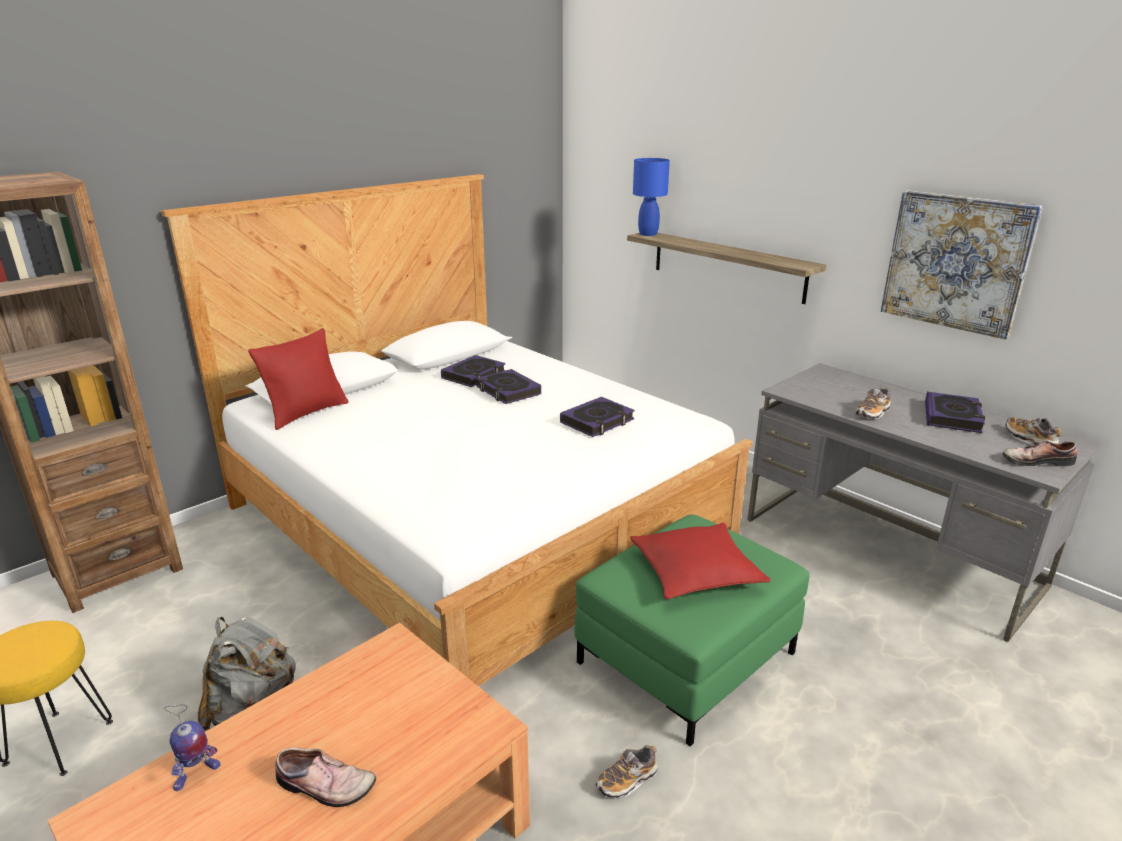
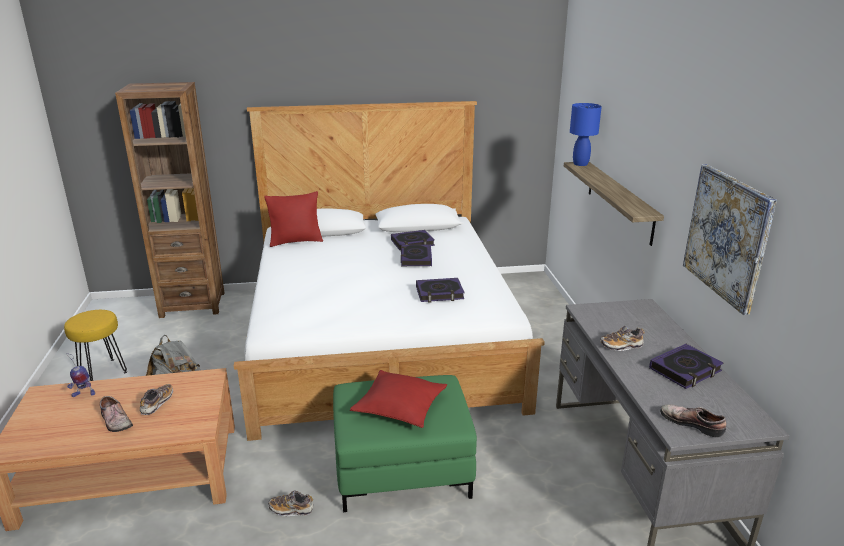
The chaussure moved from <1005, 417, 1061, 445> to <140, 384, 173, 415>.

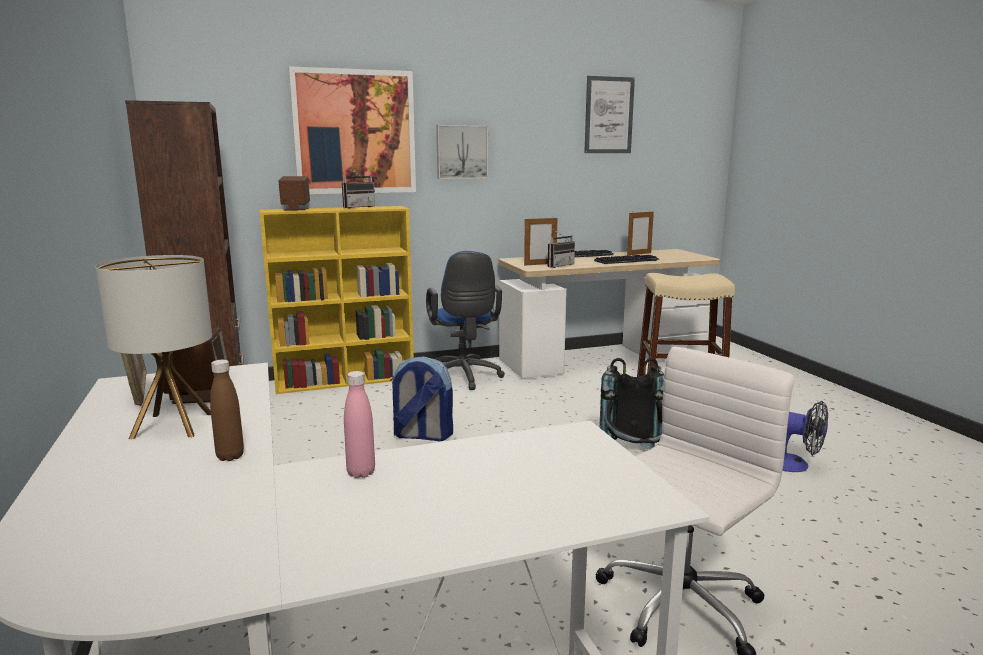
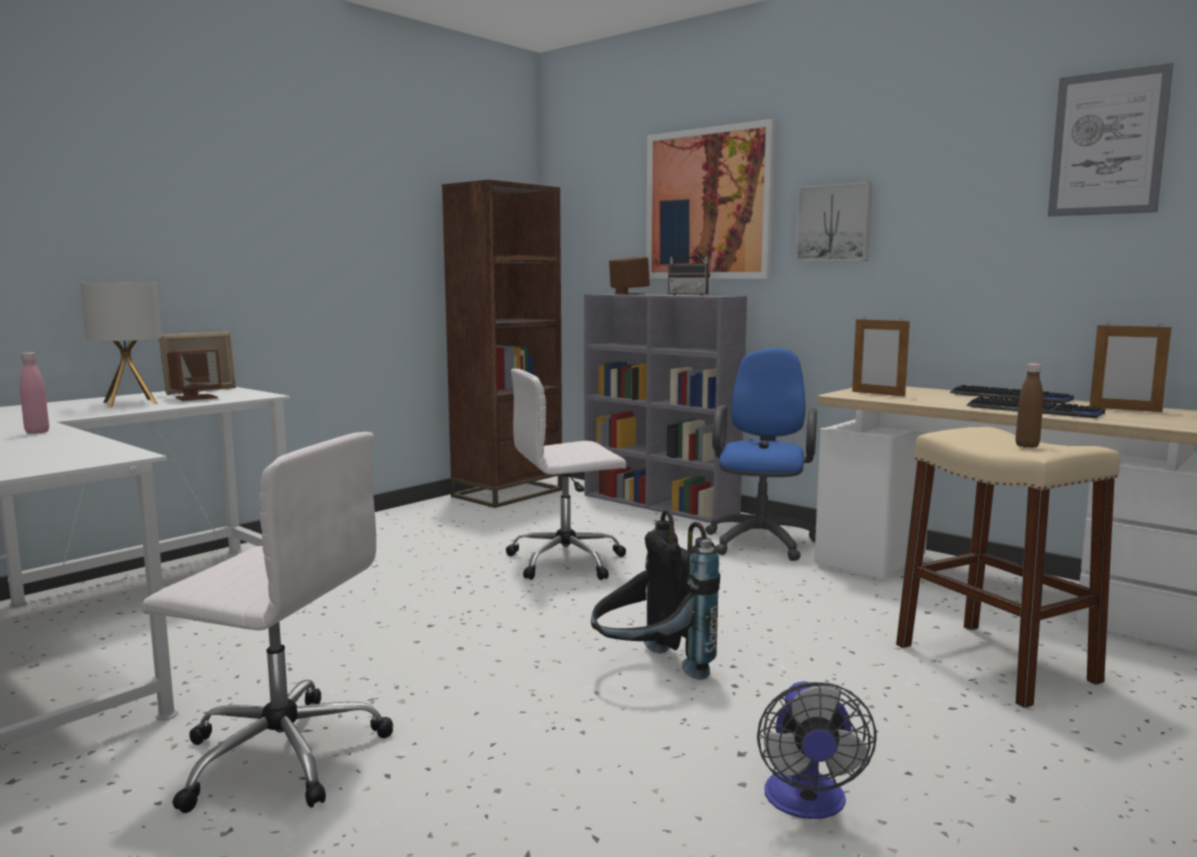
The bibliothèque/jaune at <260, 206, 414, 394> became the bibliothèque/gris at <584, 294, 747, 523>.
The radio at <548, 228, 575, 268> disappeared.
The chaise de bureau/bleu at <426, 251, 505, 390> turned 150 degrees clockwise.
The sac à dos at <390, 356, 453, 441> was replaced by the chaise de bureau/blanc at <506, 369, 626, 580>.
The bouteille/marron moved from <210, 360, 244, 461> to <1015, 363, 1043, 448>.

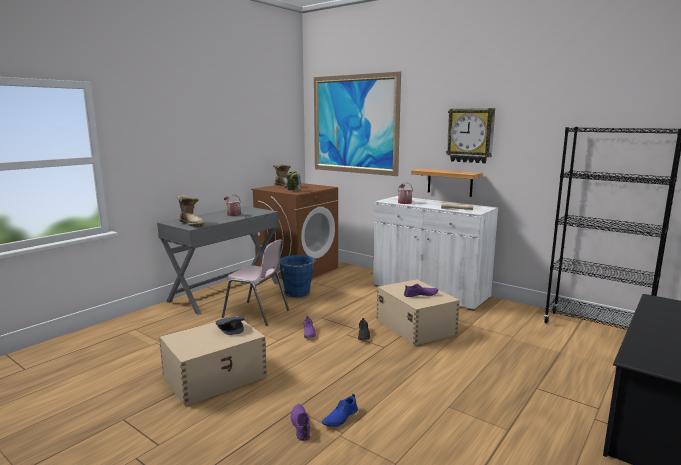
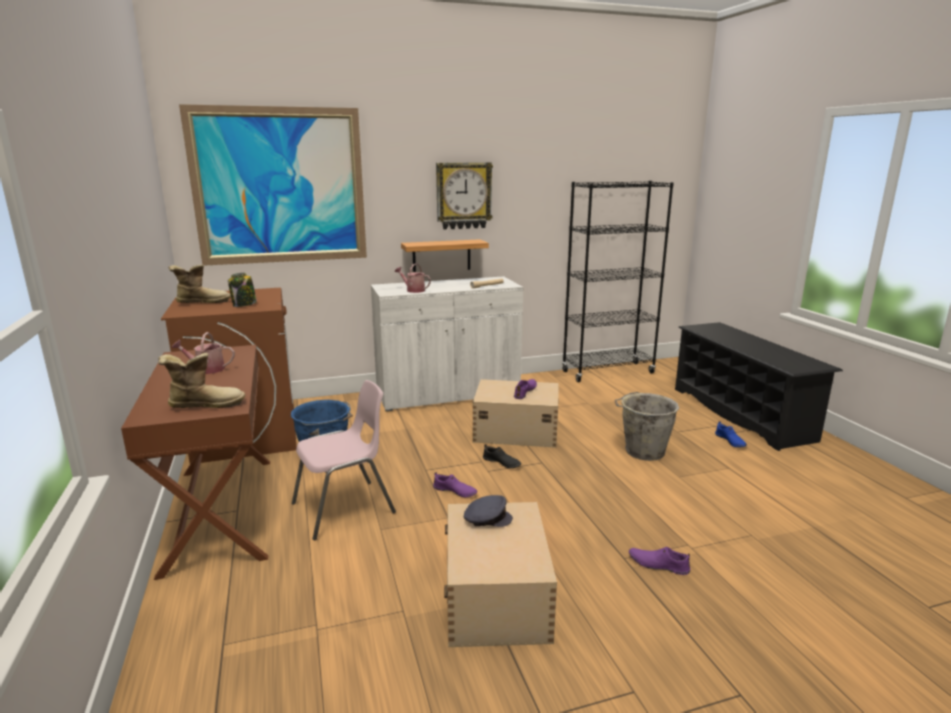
The bureau/gris at <157, 206, 279, 315> became the bureau/marron at <121, 345, 270, 580>.
The chaussure/bleu moved from <322, 394, 358, 427> to <715, 421, 747, 447>.
The seau/gris at <614, 392, 679, 461> appeared.

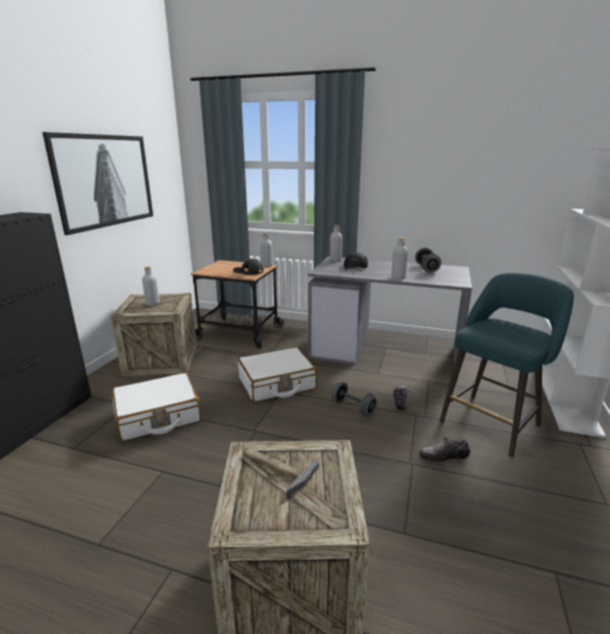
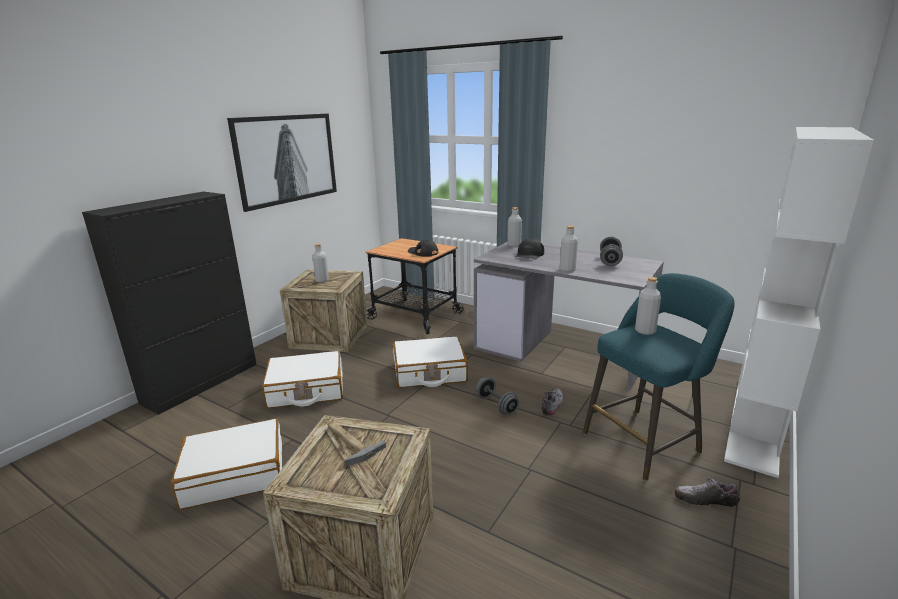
The bouteille/gris moved from <260, 233, 273, 267> to <635, 277, 661, 335>.
The chaussure moved from <420, 437, 470, 462> to <675, 477, 740, 507>.
The valise/blanc at <171, 418, 282, 510> appeared.

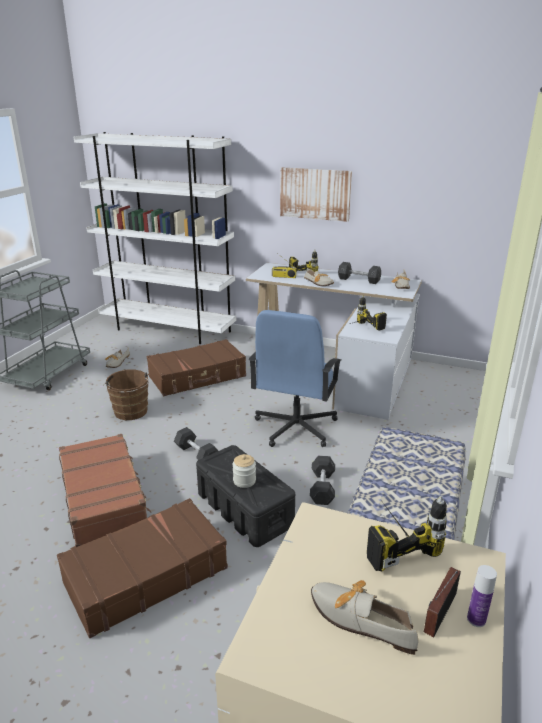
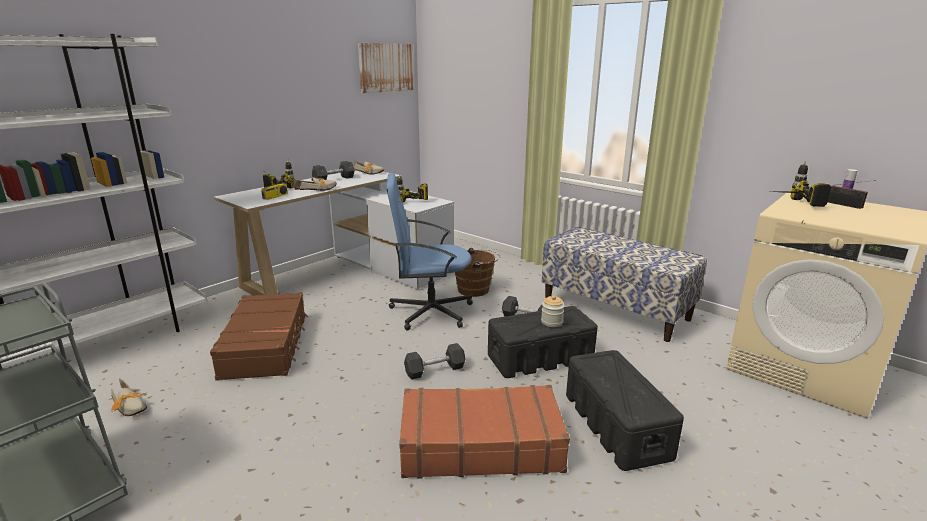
The tableau moved from <280, 167, 352, 222> to <358, 43, 414, 93>.
The chaise de bureau/bleu at <249, 310, 341, 447> turned 135 degrees clockwise.
The seau/marron moved from <103, 369, 150, 420> to <455, 248, 500, 297>.
The valise/marron at <57, 498, 228, 638> was replaced by the boîte de rangement/noir at <566, 350, 684, 471>.
The chaussure at <311, 580, 418, 655> disappeared.

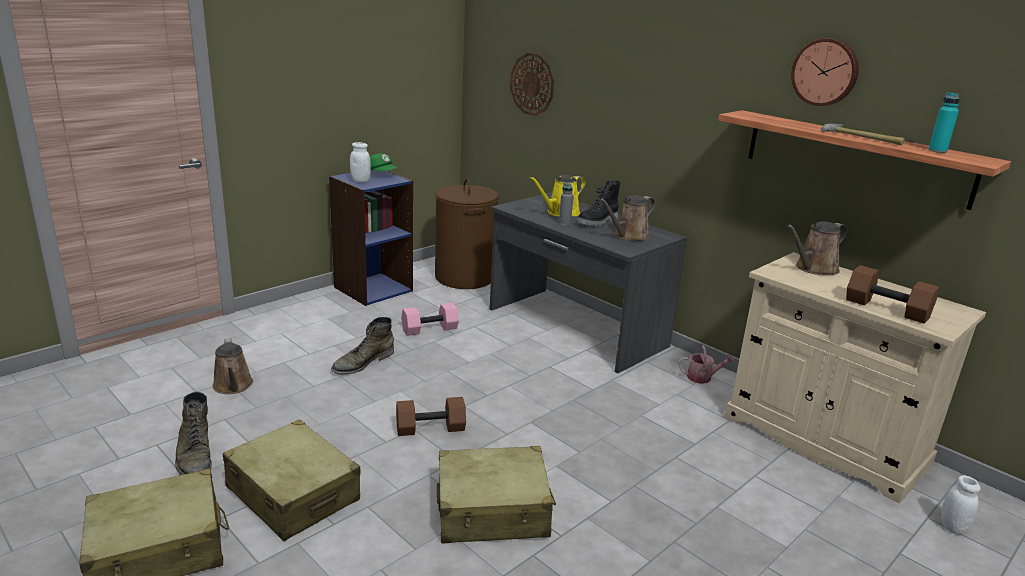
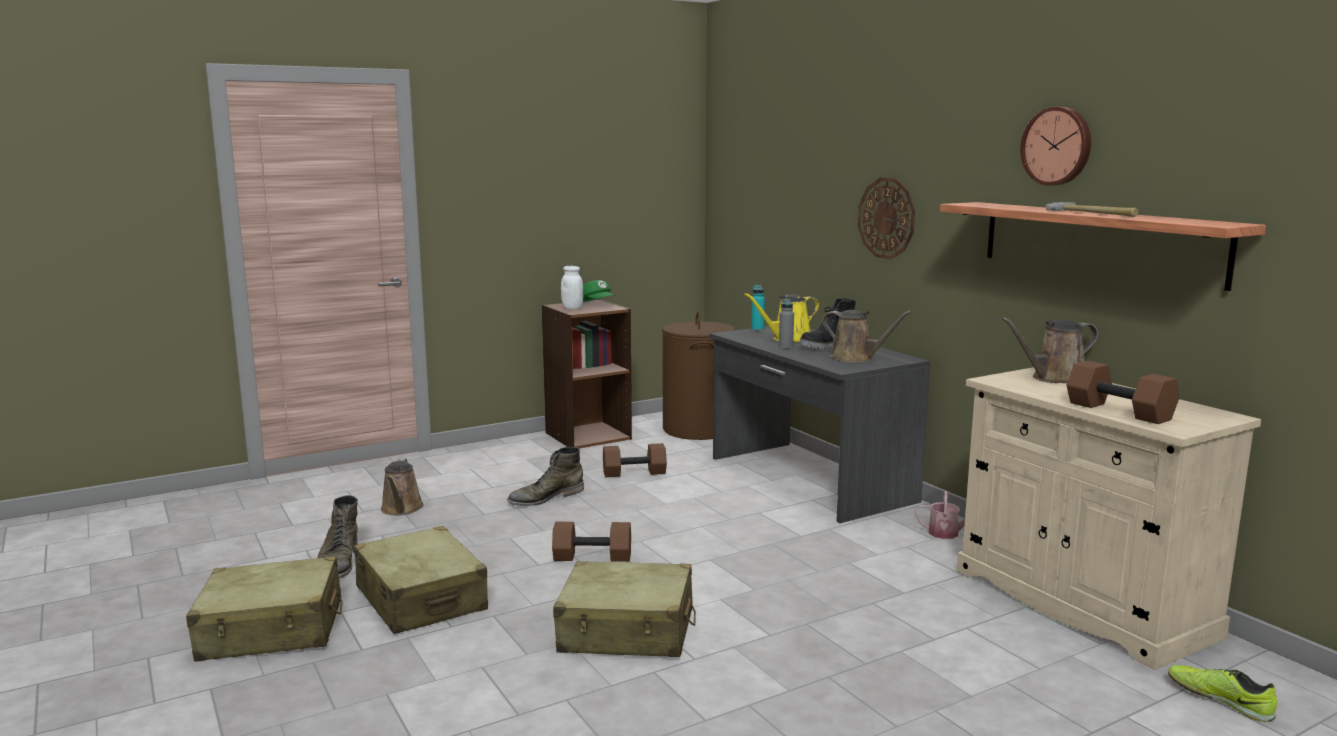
The horloge murale moved from <510, 53, 554, 116> to <858, 177, 915, 259>.
The bouteille/turquoise moved from <928, 92, 960, 153> to <751, 285, 765, 331>.
The bibliothèque/bleu at <329, 170, 413, 306> became the bibliothèque/marron at <542, 299, 632, 449>.
The arrosoir/marron at <599, 195, 655, 241> turned 120 degrees counterclockwise.
The haltère/rose at <401, 303, 459, 336> became the haltère/marron at <603, 443, 667, 477>.
The bocal/blanc at <941, 475, 981, 535> was replaced by the chaussure at <1168, 665, 1277, 722>.

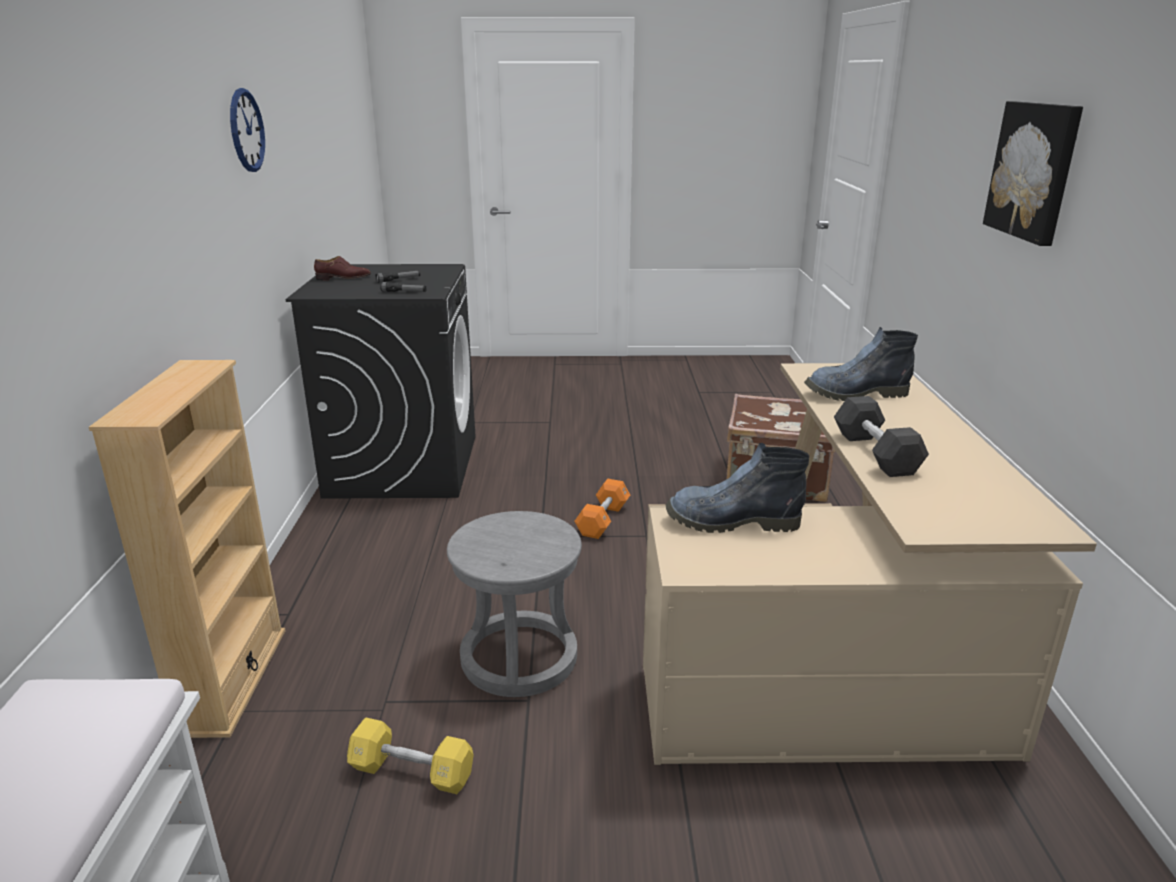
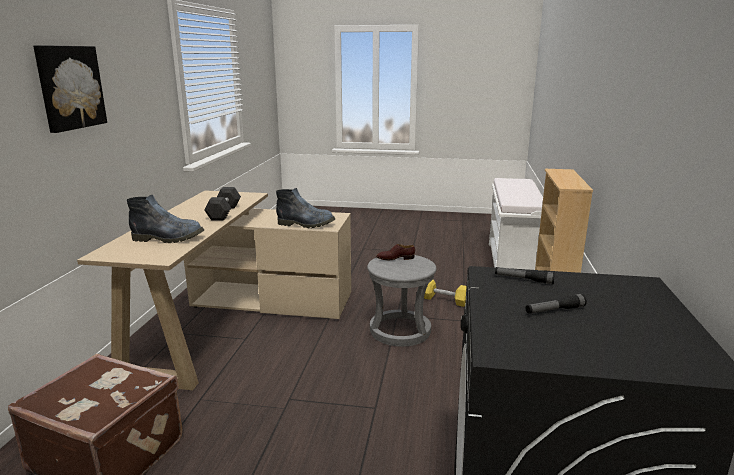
The horloge murale at <230, 88, 265, 172> disappeared.
The chaussure/marron moved from <314, 256, 371, 280> to <376, 244, 415, 260>.
The haltère/orange at <574, 479, 630, 539> disappeared.

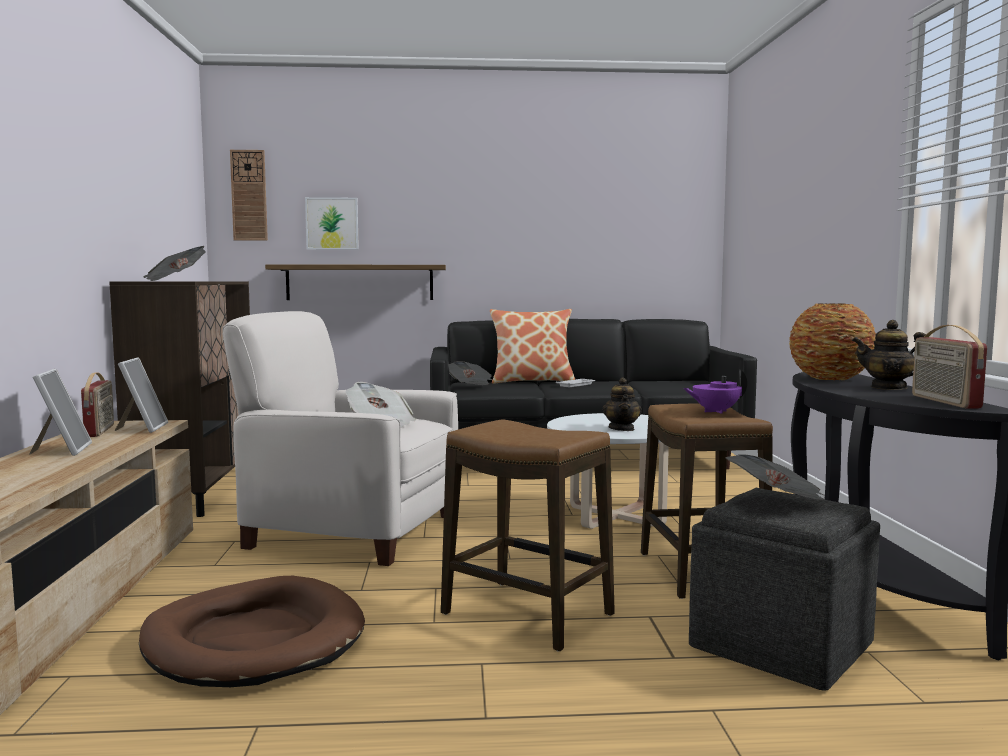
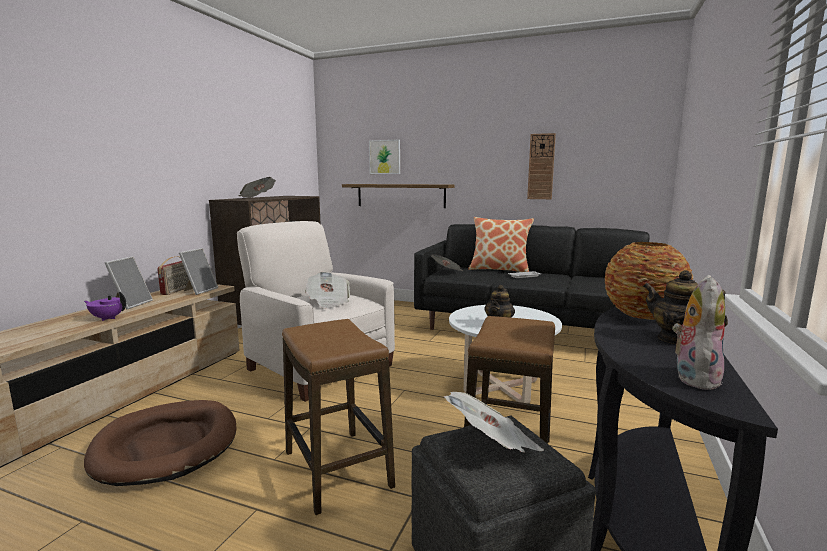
The horloge murale moved from <230, 150, 268, 241> to <527, 133, 556, 199>.
The radio at <912, 325, 987, 408> was replaced by the peluche at <672, 275, 725, 390>.
The théière/violet moved from <683, 369, 747, 414> to <84, 292, 126, 321>.

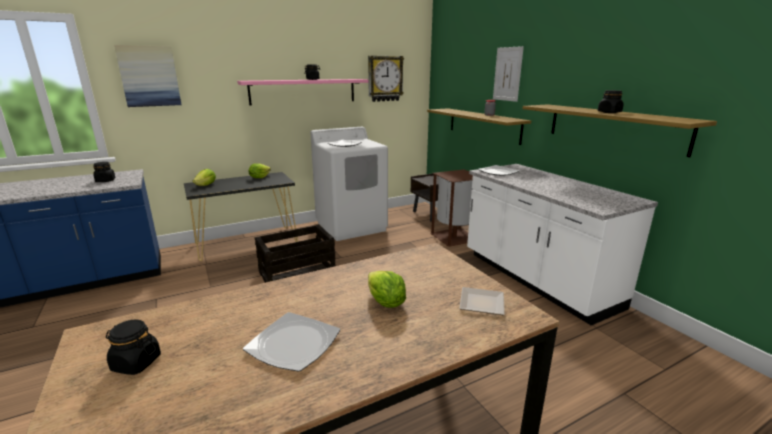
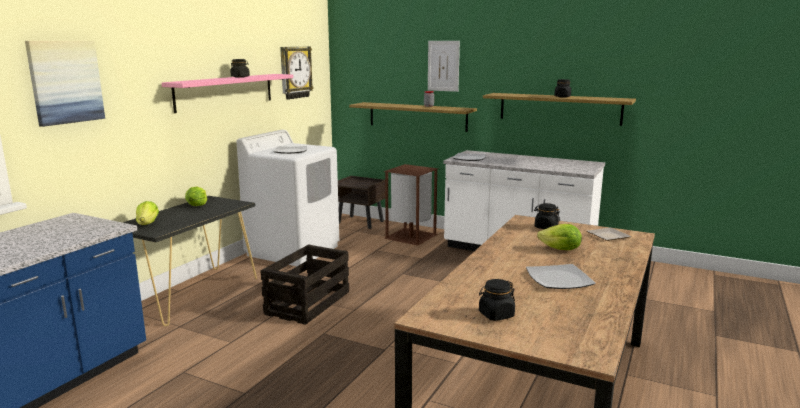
The bocal/noir moved from <93, 162, 115, 182> to <534, 203, 560, 229>.

